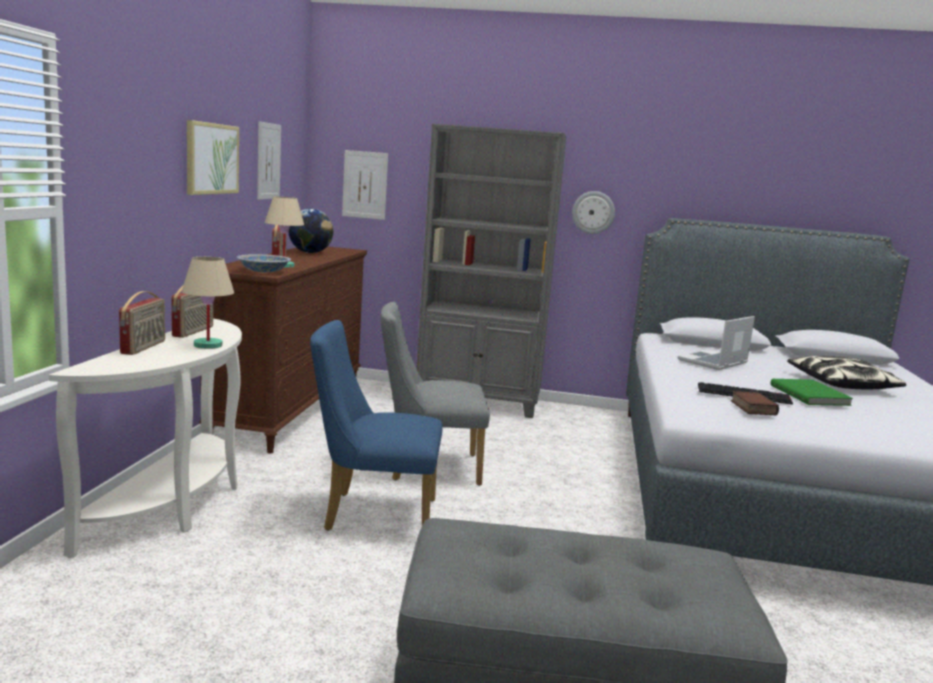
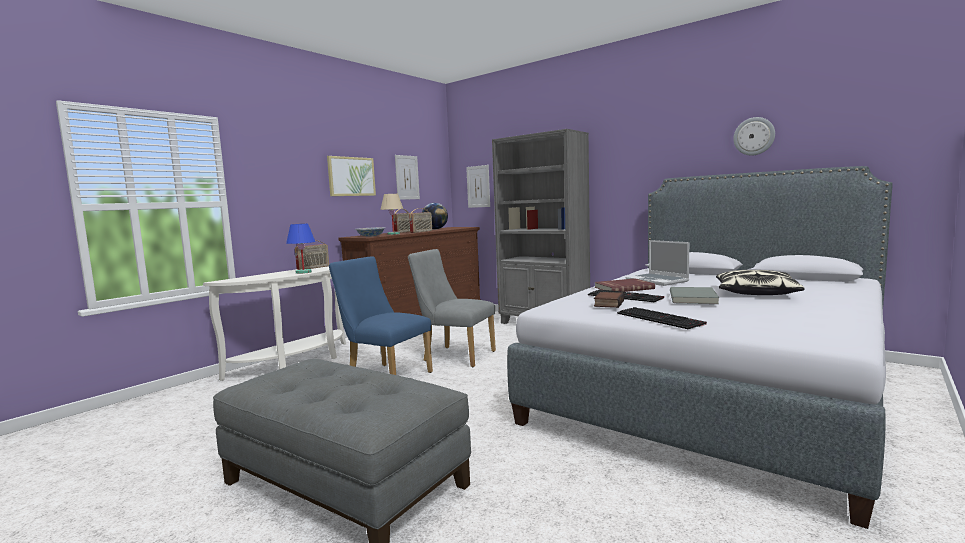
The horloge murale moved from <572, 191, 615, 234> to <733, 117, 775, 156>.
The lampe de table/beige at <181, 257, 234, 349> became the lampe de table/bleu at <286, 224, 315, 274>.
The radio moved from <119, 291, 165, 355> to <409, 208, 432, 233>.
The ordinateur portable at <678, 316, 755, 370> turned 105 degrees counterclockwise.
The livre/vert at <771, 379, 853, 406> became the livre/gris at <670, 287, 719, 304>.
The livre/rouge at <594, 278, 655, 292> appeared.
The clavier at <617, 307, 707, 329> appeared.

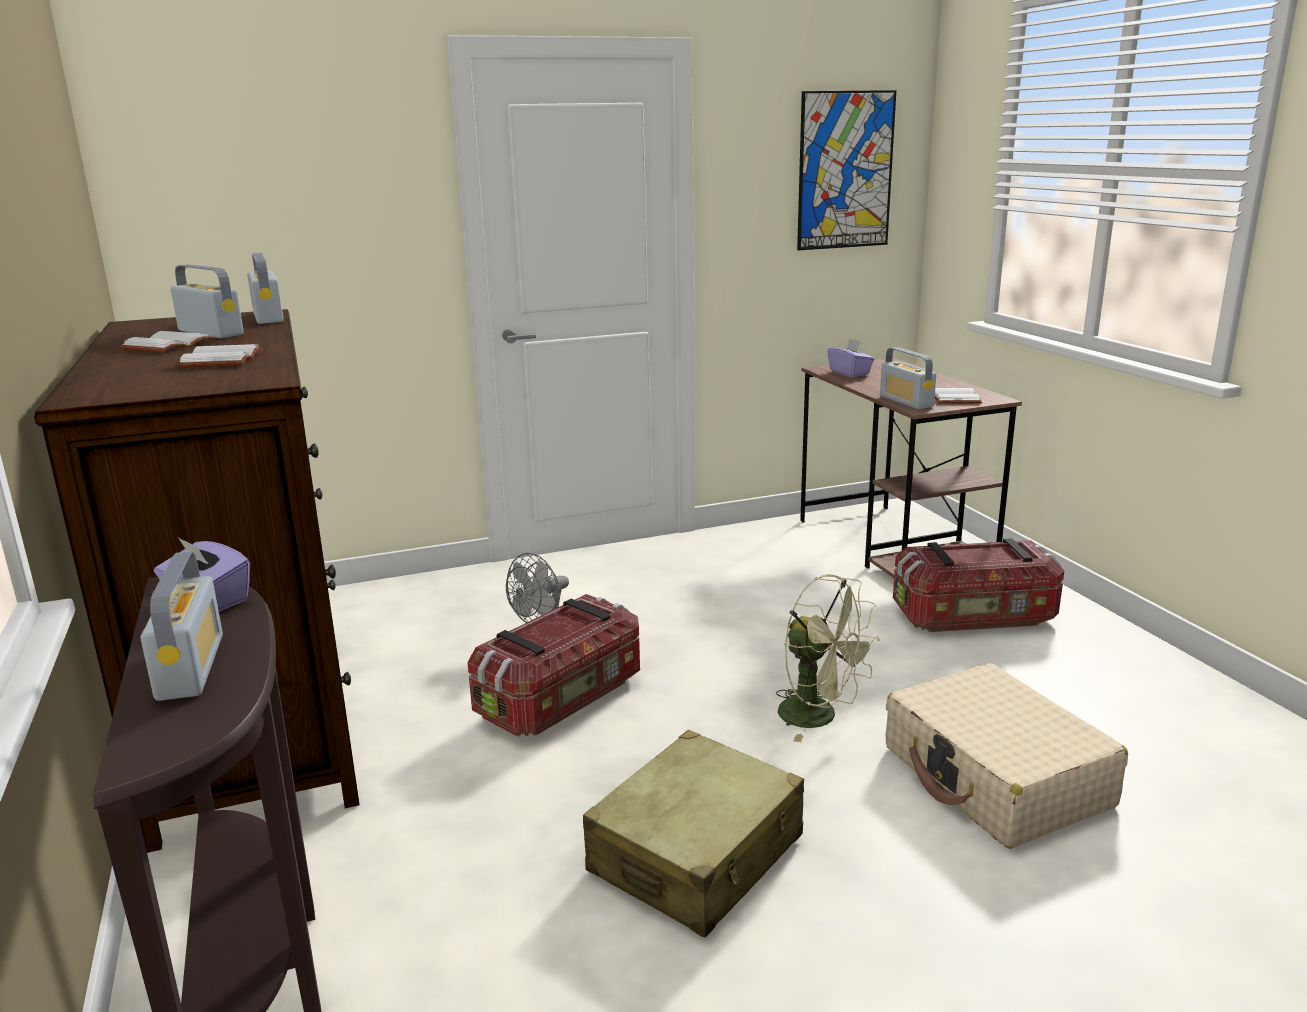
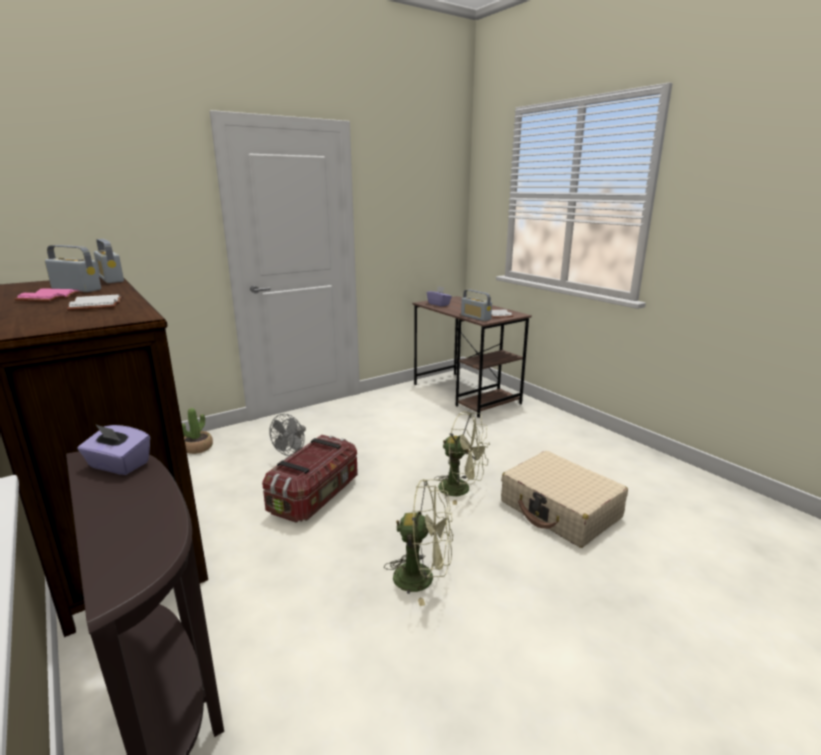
The tableau at <797, 90, 896, 250> disappeared.
The livre/blanc at <119, 331, 214, 352> became the livre/rose at <14, 288, 83, 302>.
The boîte de rangement at <893, 538, 1065, 632> disappeared.
The radio at <141, 551, 223, 701> disappeared.
The valise/beige at <583, 730, 804, 937> was replaced by the ventilateur/vert at <384, 479, 453, 606>.
The plante en pot at <182, 408, 213, 454> appeared.

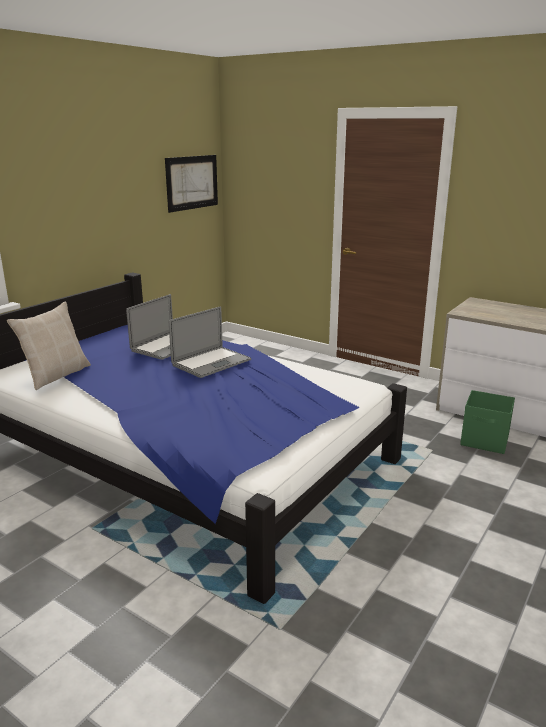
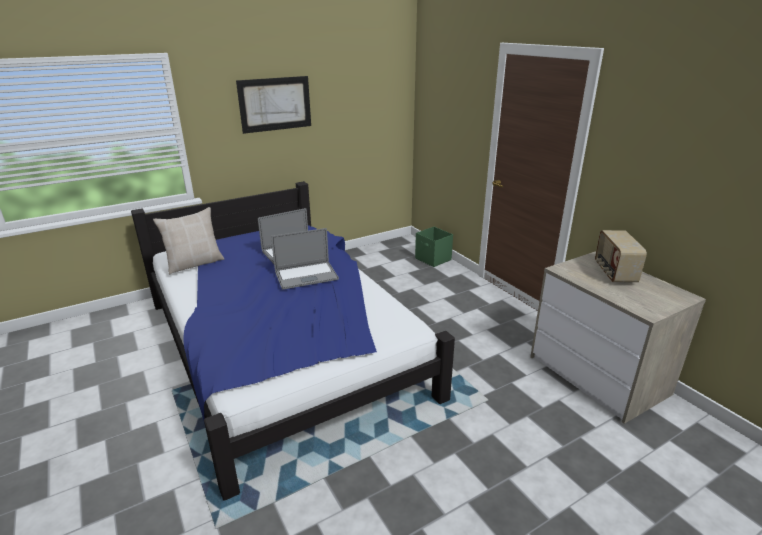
The tableau moved from <165, 155, 218, 213> to <236, 76, 311, 134>.
The boîte de rangement/vert moved from <460, 390, 515, 454> to <415, 227, 453, 267>.
The radio at <595, 230, 647, 283> appeared.

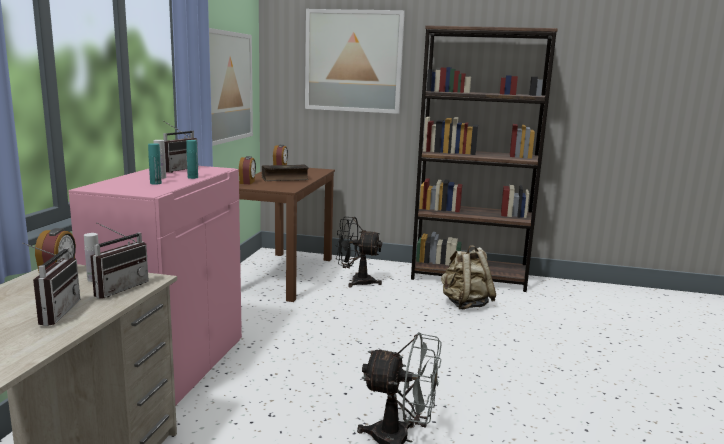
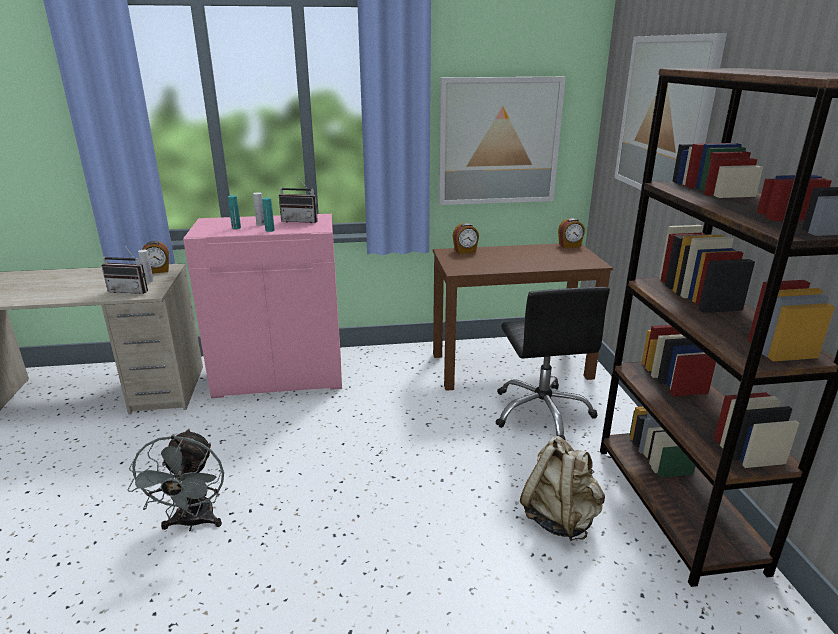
The livre at <262, 164, 309, 181> disappeared.
The ventilateur/noir at <335, 217, 382, 288> was replaced by the chaise de bureau/noir at <496, 287, 610, 441>.
The radio at <22, 243, 80, 326> disappeared.

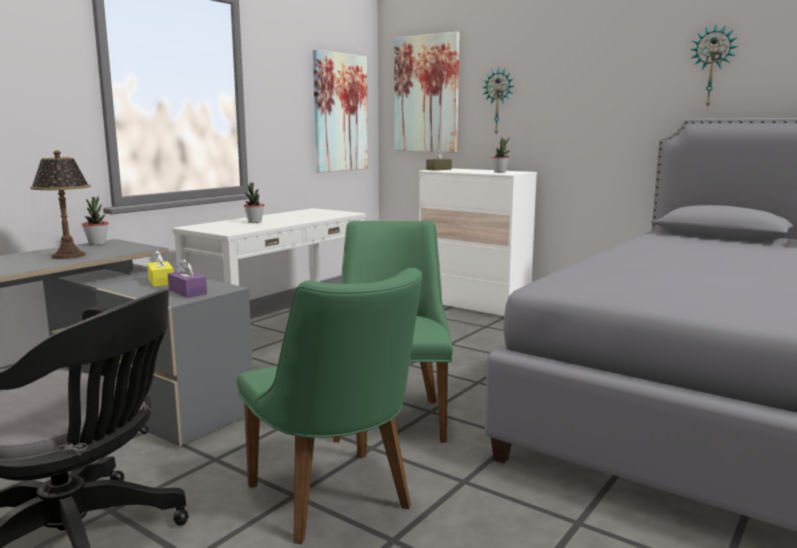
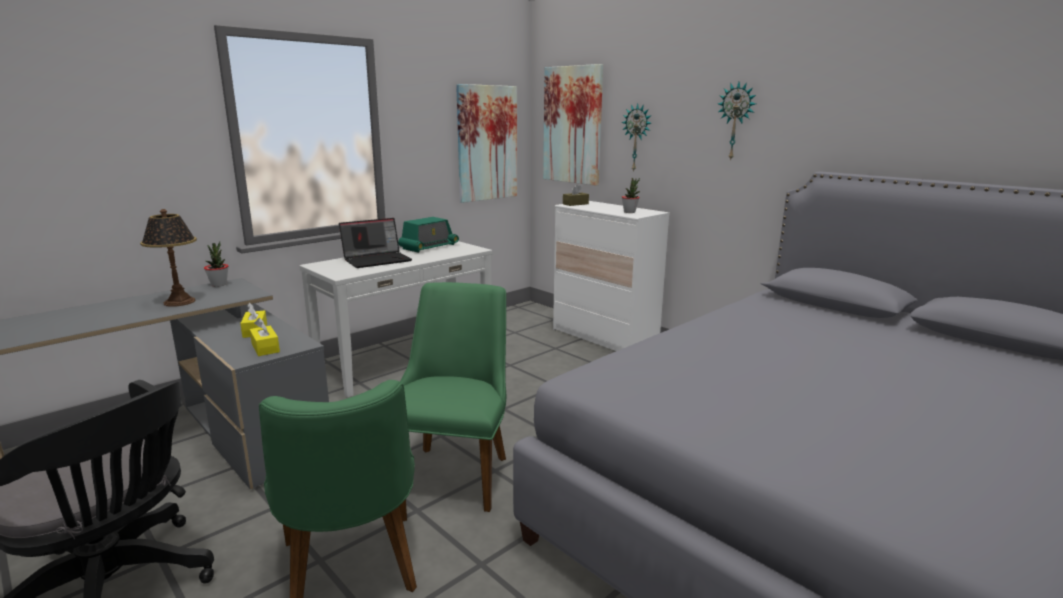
The horloge murale moved from <690, 25, 738, 108> to <718, 82, 756, 161>.
The plante en pot at <244, 182, 264, 223> was replaced by the ordinateur portable at <339, 218, 412, 268>.
The boîte à mouchoirs/violet at <168, 258, 207, 298> became the boîte à mouchoirs/jaune at <250, 318, 280, 356>.
The radio at <398, 217, 459, 253> appeared.

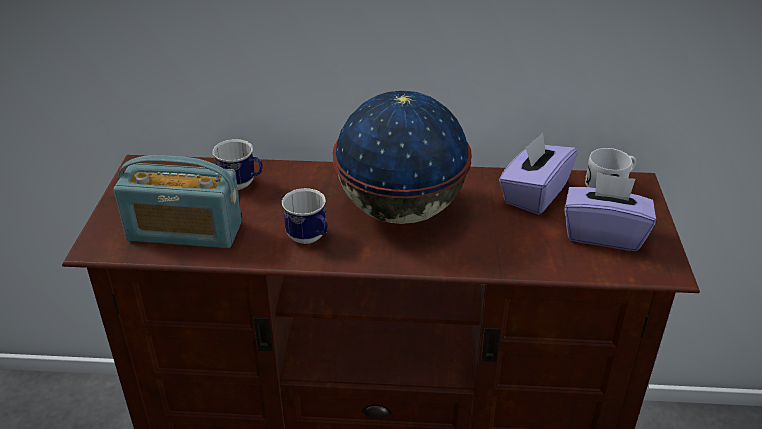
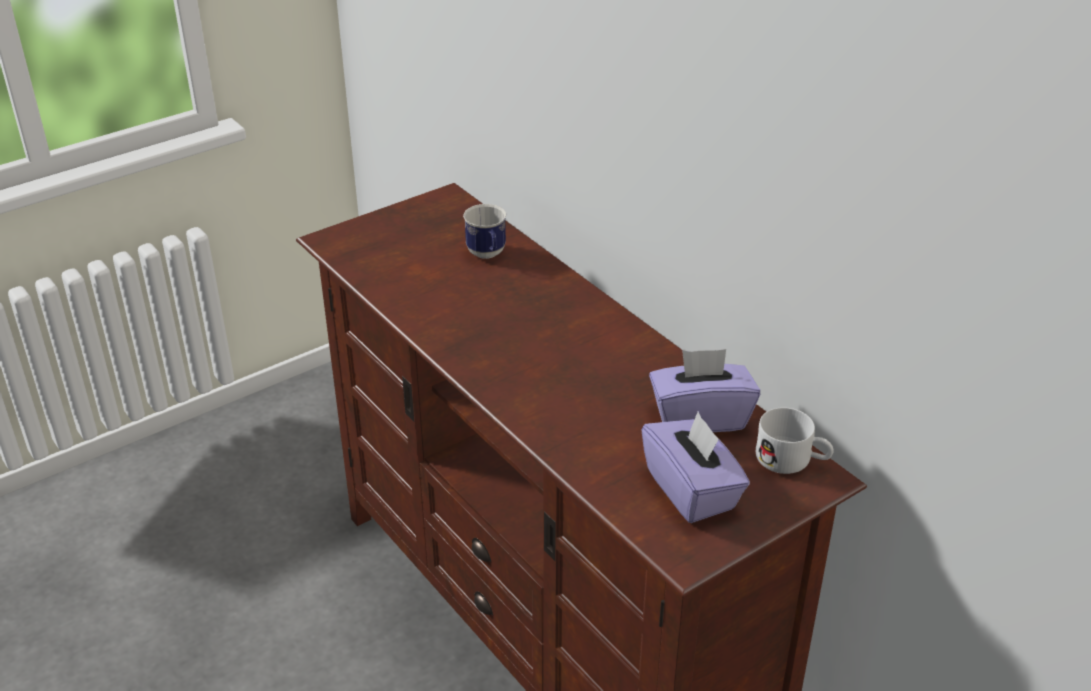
The globe at <333, 91, 472, 224> disappeared.
The radio at <114, 155, 242, 248> disappeared.
The mug at <282, 188, 328, 244> disappeared.

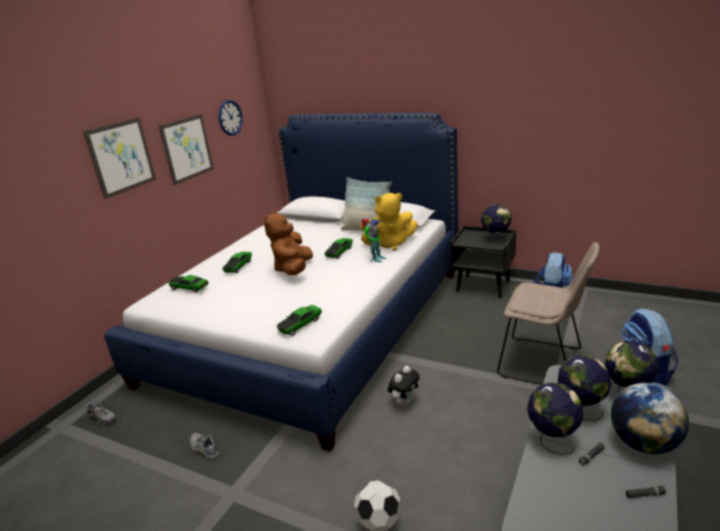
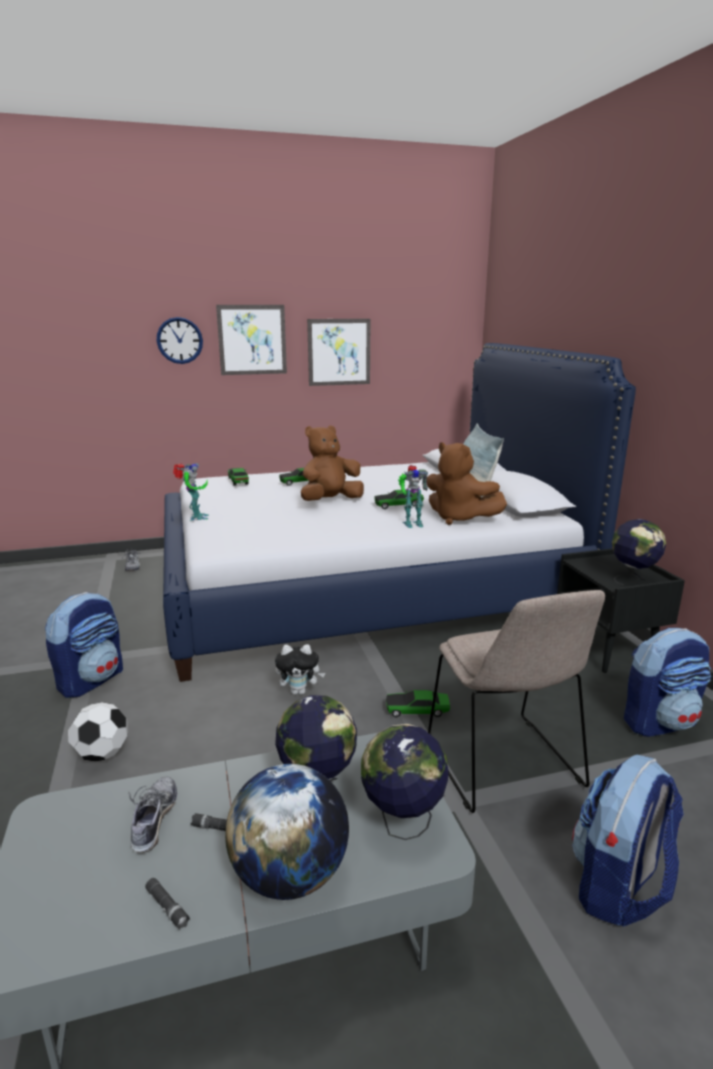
The horloge murale moved from <219, 100, 243, 136> to <157, 317, 203, 364>.
The peluche/jaune at <361, 193, 418, 251> became the peluche/marron at <426, 442, 507, 525>.
The petite voiture moved from <277, 305, 322, 336> to <386, 690, 450, 717>.
The globe at <527, 383, 583, 455> disappeared.
The chaussure moved from <190, 432, 219, 459> to <128, 777, 177, 853>.
The robot jouet at <173, 463, 209, 521> appeared.
The sac à dos at <45, 592, 123, 698> appeared.

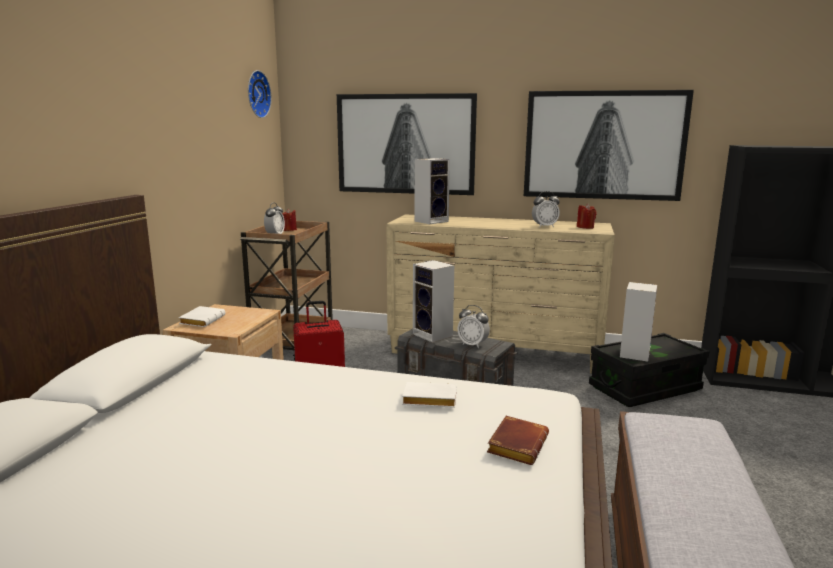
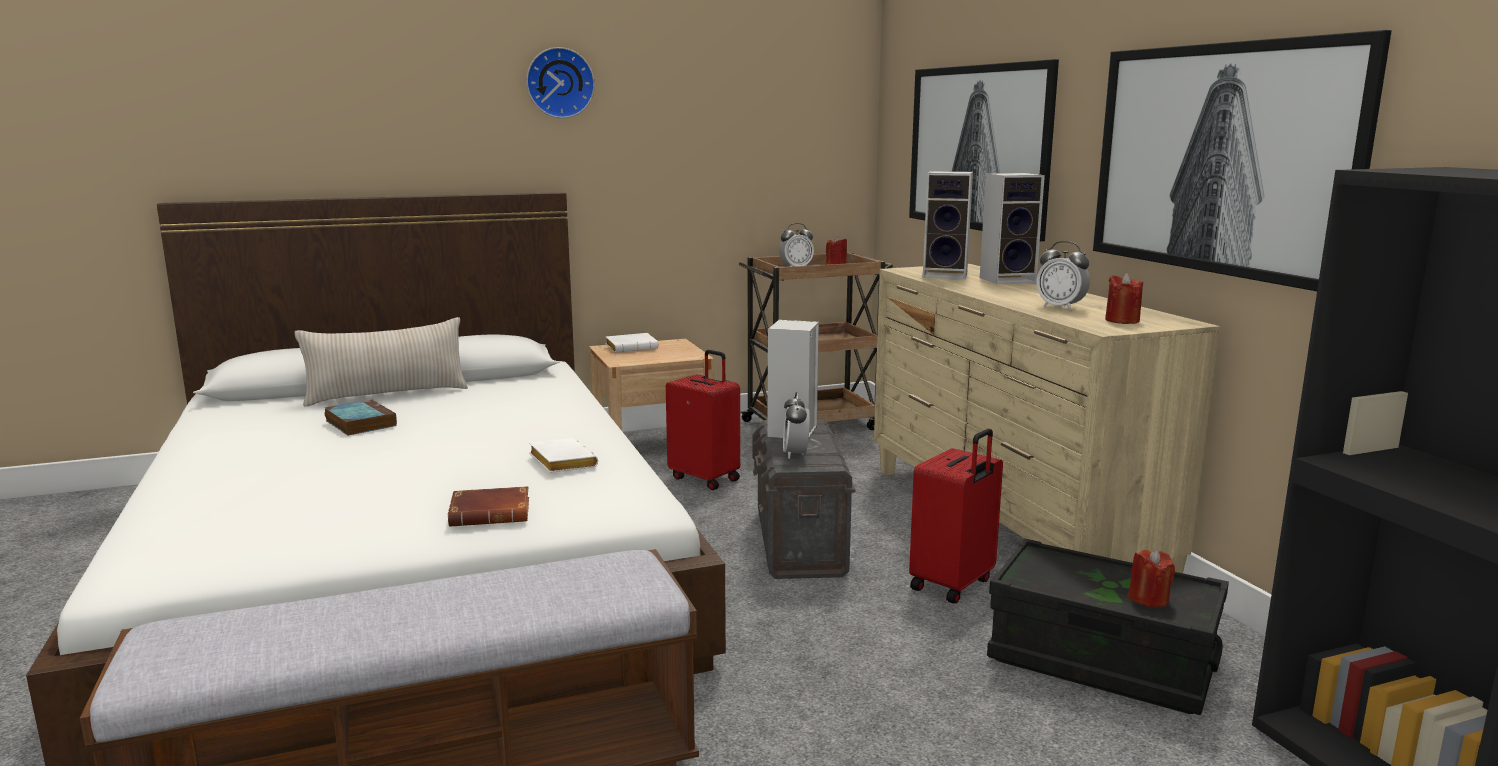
The horloge murale moved from <248, 70, 272, 118> to <526, 47, 595, 118>.
The enceinte moved from <620, 282, 657, 362> to <980, 173, 1045, 284>.
The coussin/beige at <295, 317, 468, 407> appeared.
The livre at <325, 399, 397, 436> appeared.
The valise/rouge at <909, 429, 1003, 603> appeared.
The bougie/rouge at <1128, 549, 1175, 608> appeared.

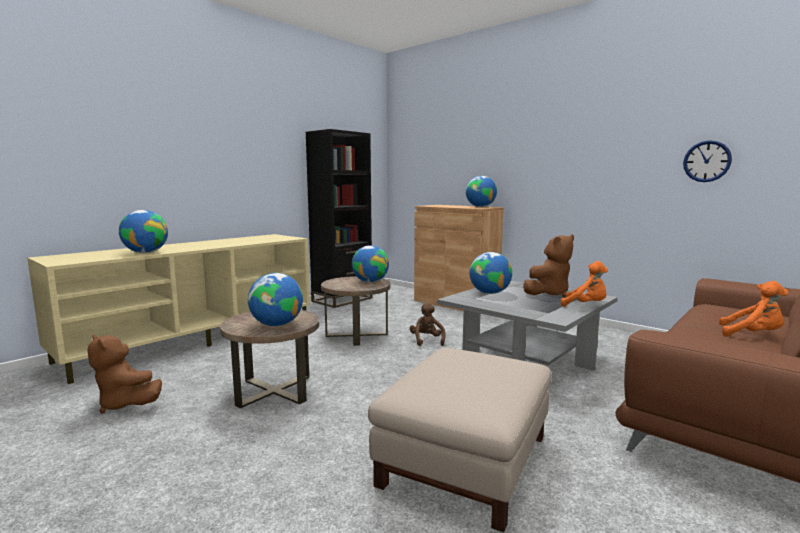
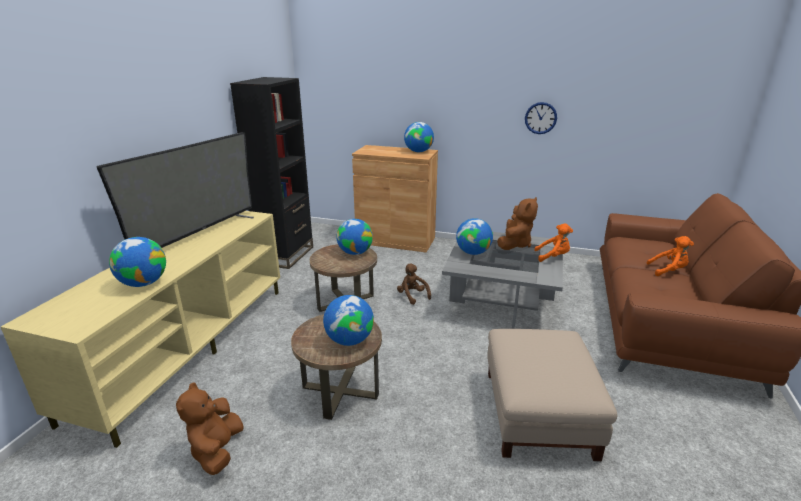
The horloge murale moved from <683, 140, 732, 182> to <525, 102, 557, 134>.
The peluche/marron at <87, 334, 162, 413> turned 75 degrees clockwise.
The téléviseur at <97, 132, 254, 248> appeared.

